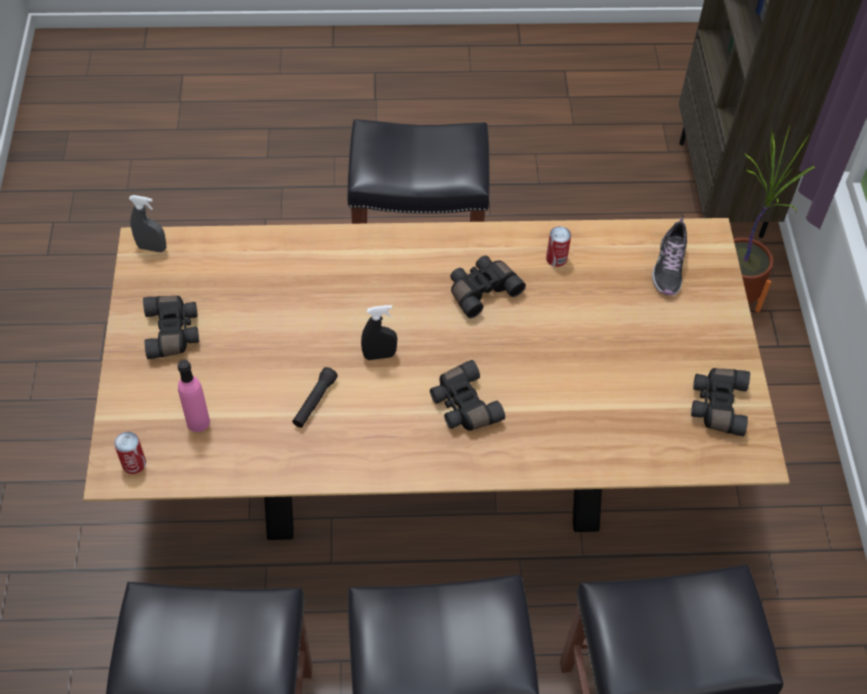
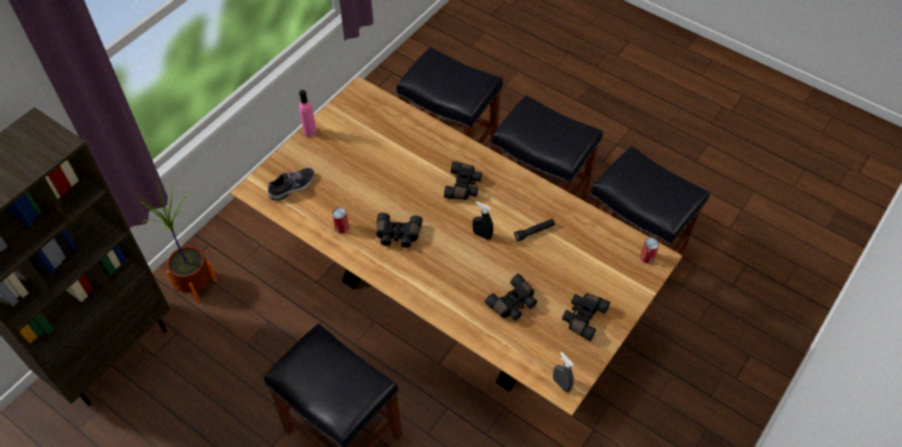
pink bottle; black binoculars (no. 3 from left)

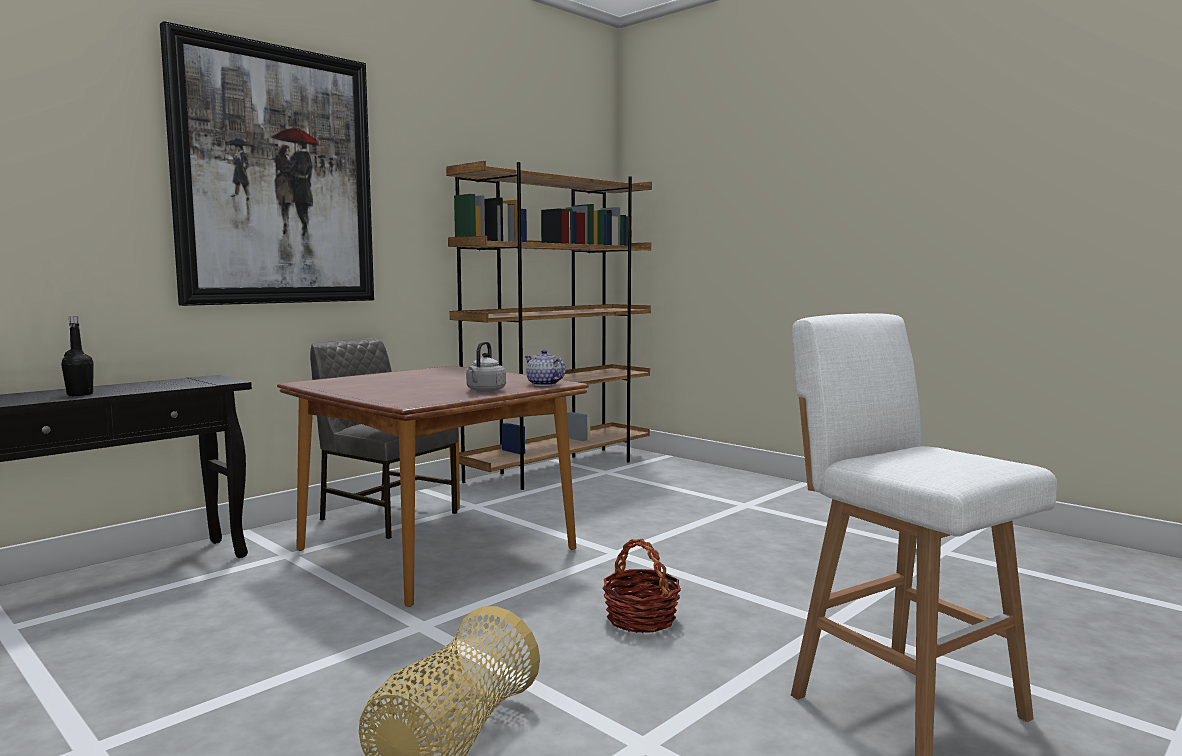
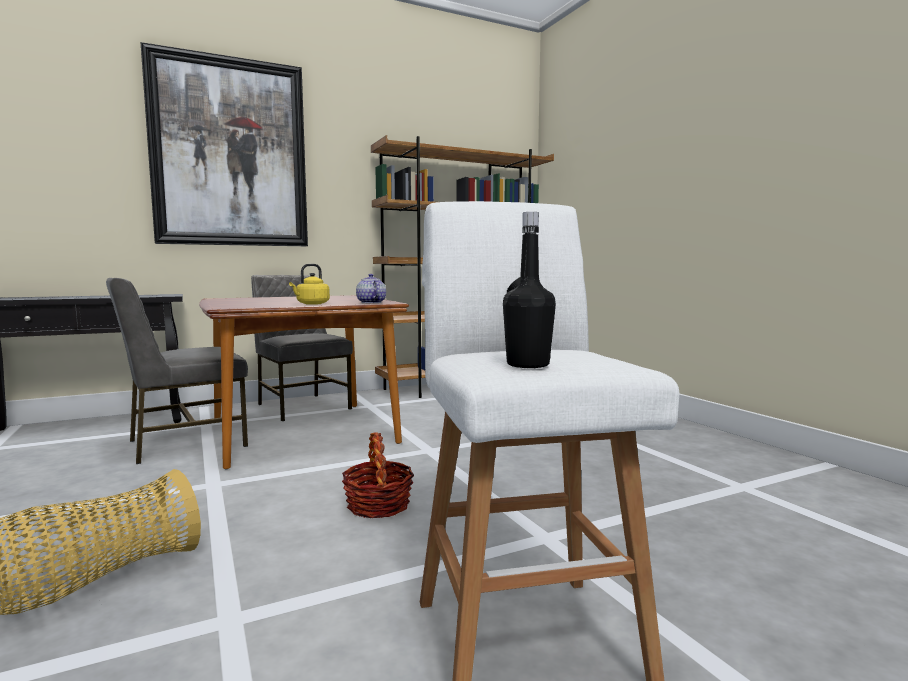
grey chair (no. 1 from left); yellow kettle; black bottle

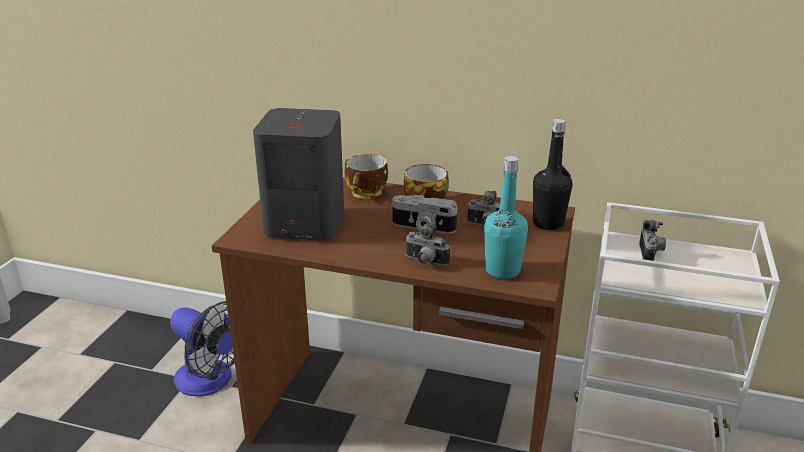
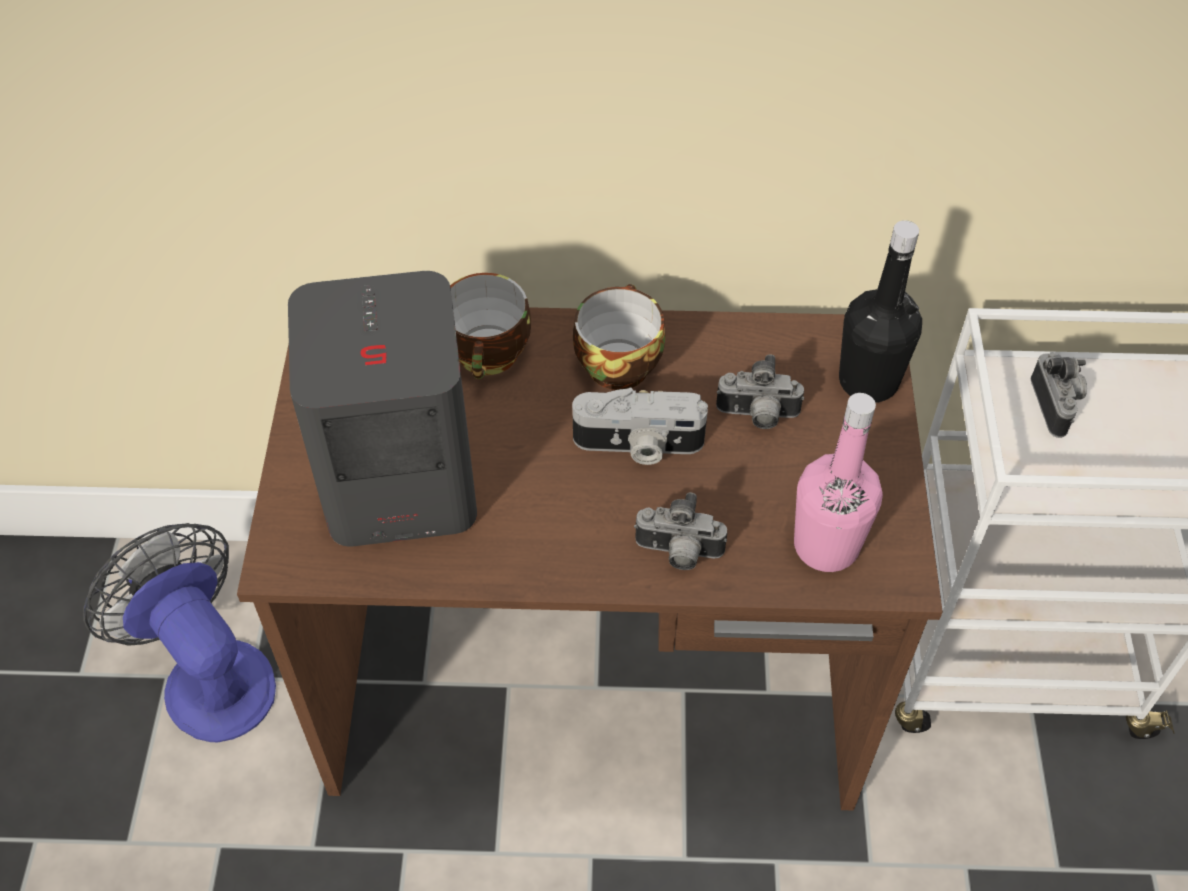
fan; pink bottle

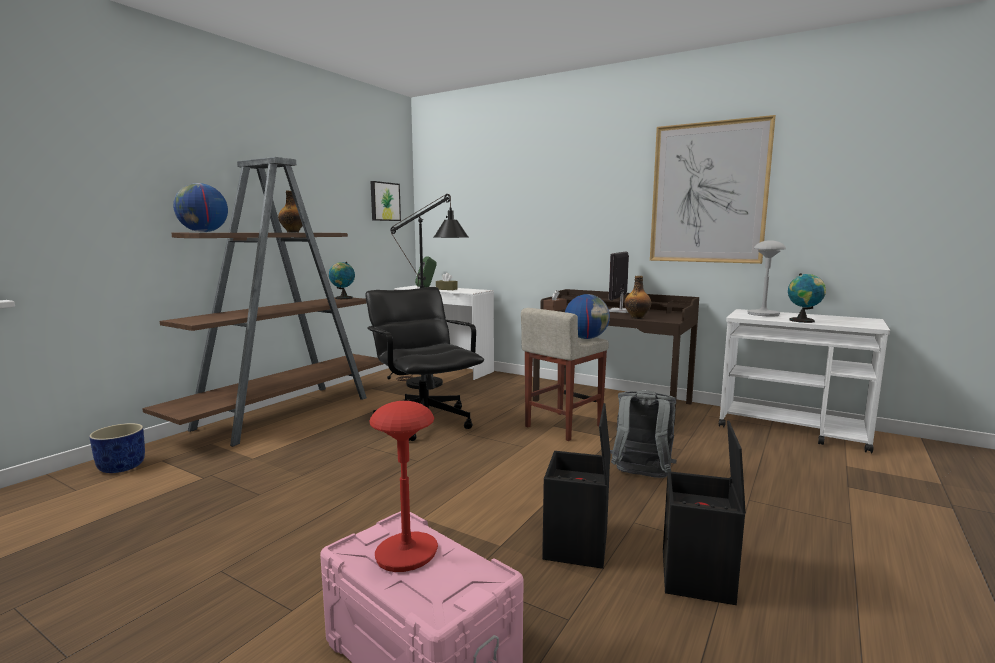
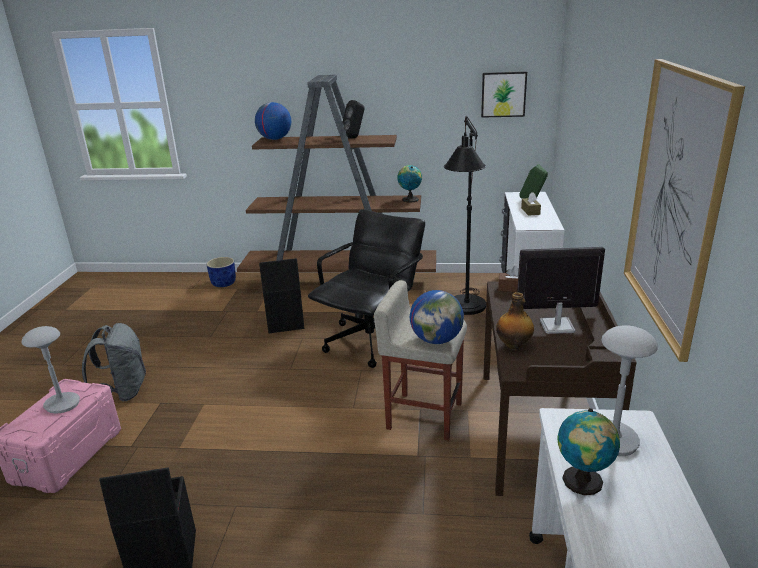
grey table lamp (no. 1 from left); grey backpack; black storage box (no. 2 from left); black speaker

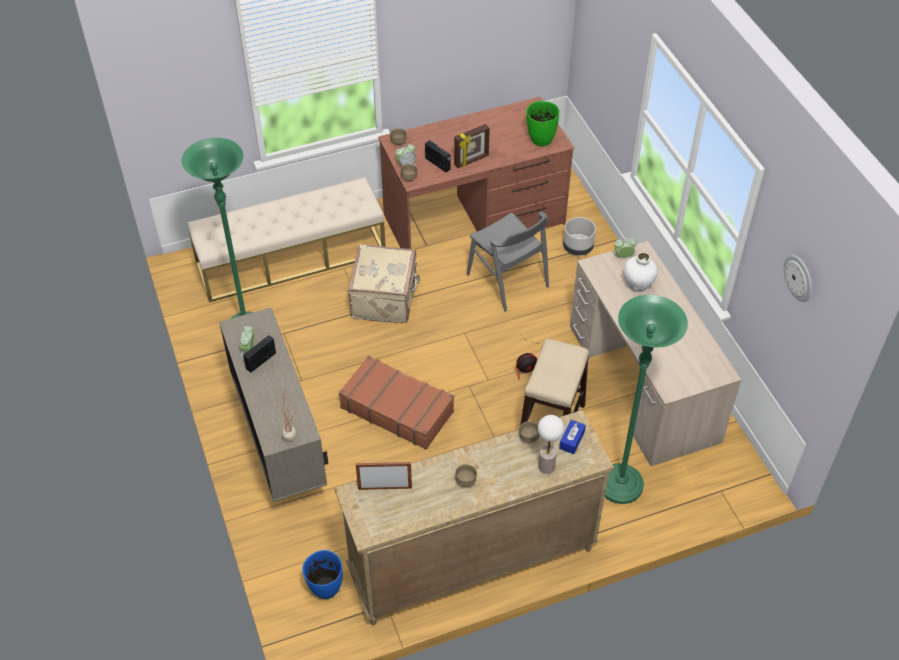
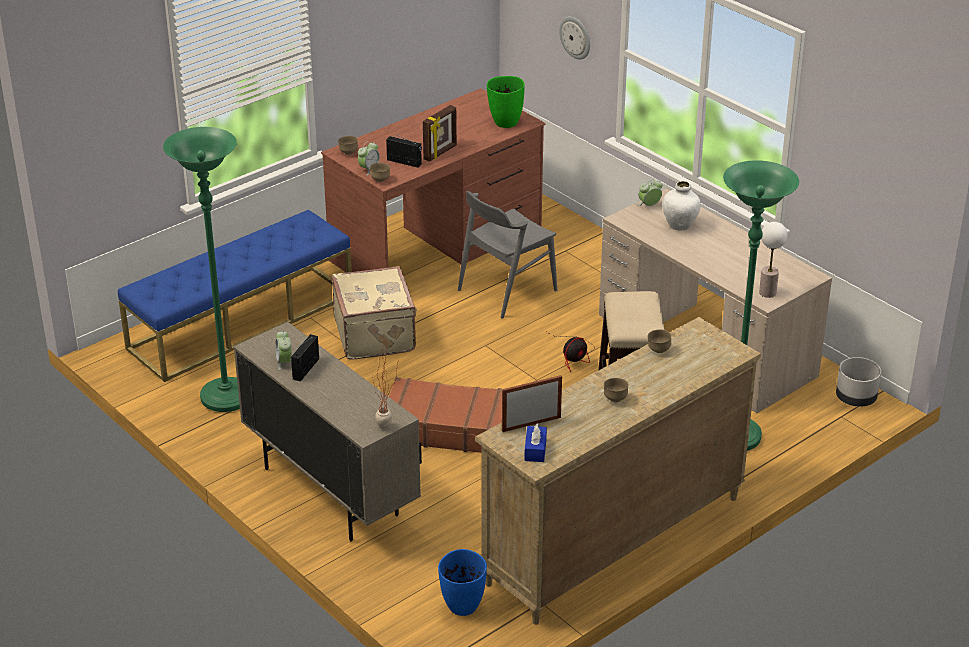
blue bench; grey chair; blue tissue box; wall clock; table lamp; grey planter

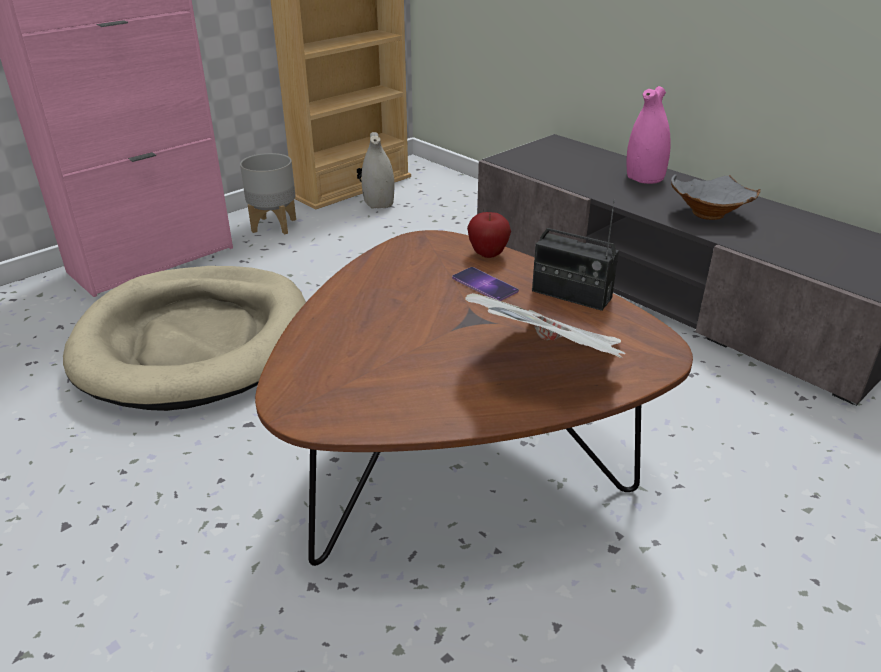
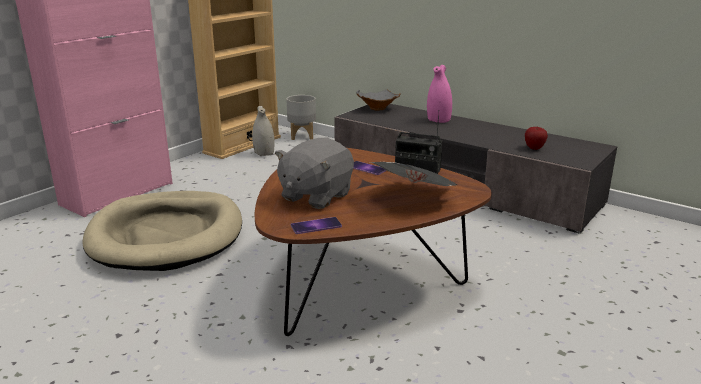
grey plush toy; grey planter; phone (no. 1 from left); grey bowl; apple

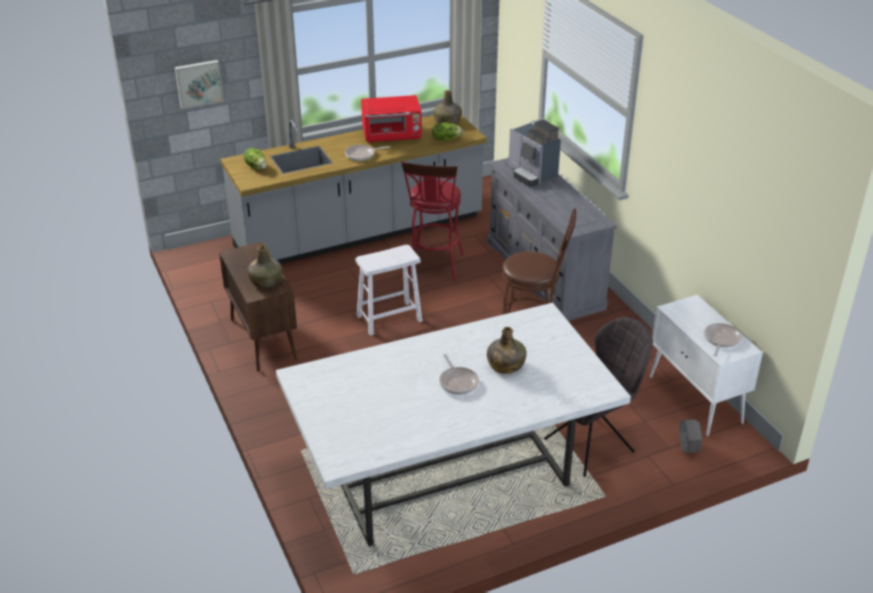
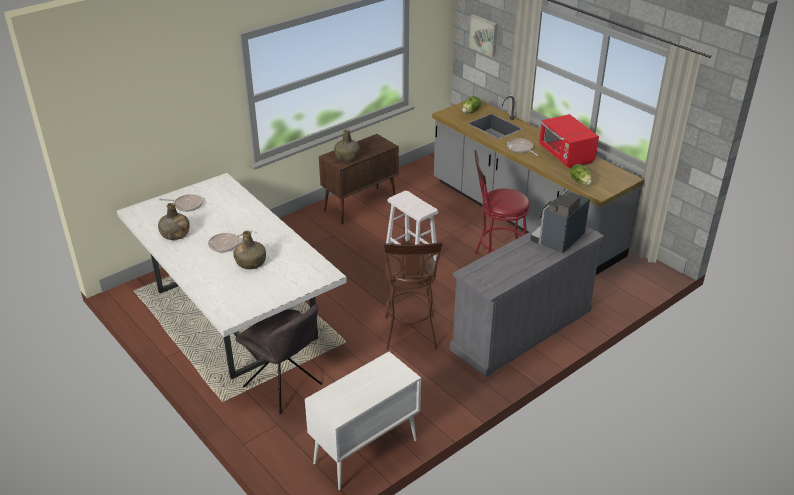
green bottle (no. 1 from left); frying pan (no. 1 from left); grey planter

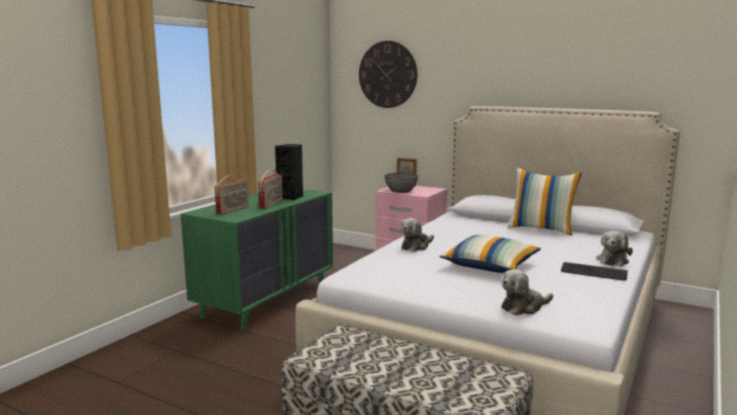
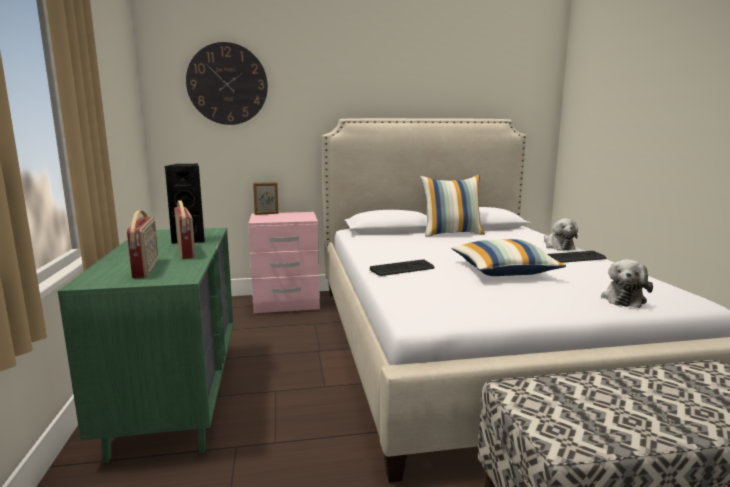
keyboard (no. 1 from left); grey bowl

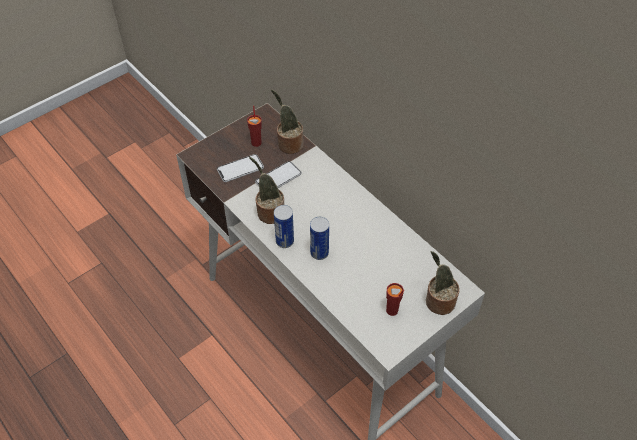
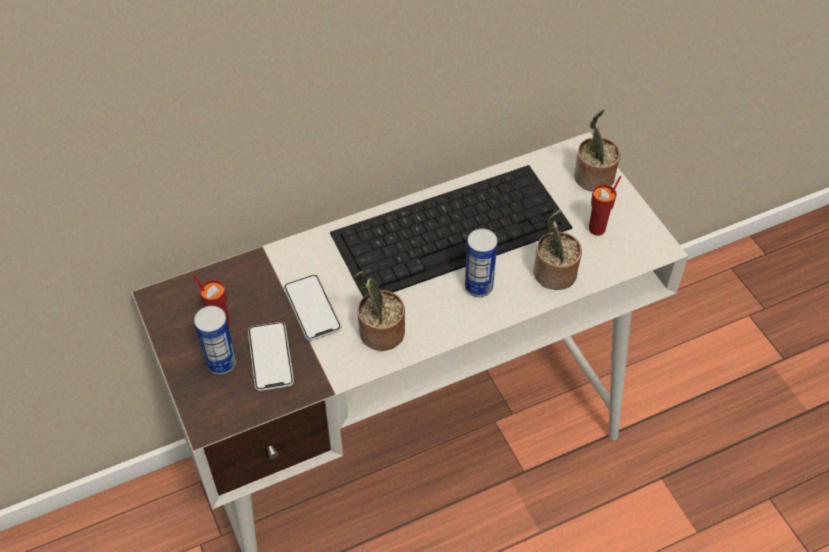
can (no. 1 from left); keyboard; potted plant (no. 2 from left)

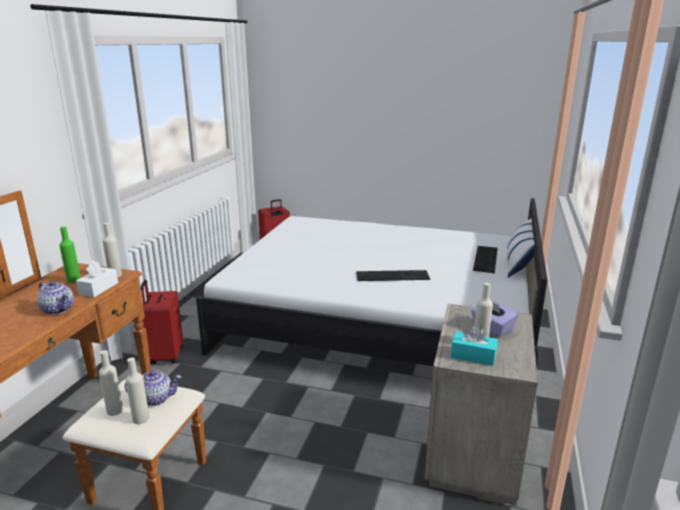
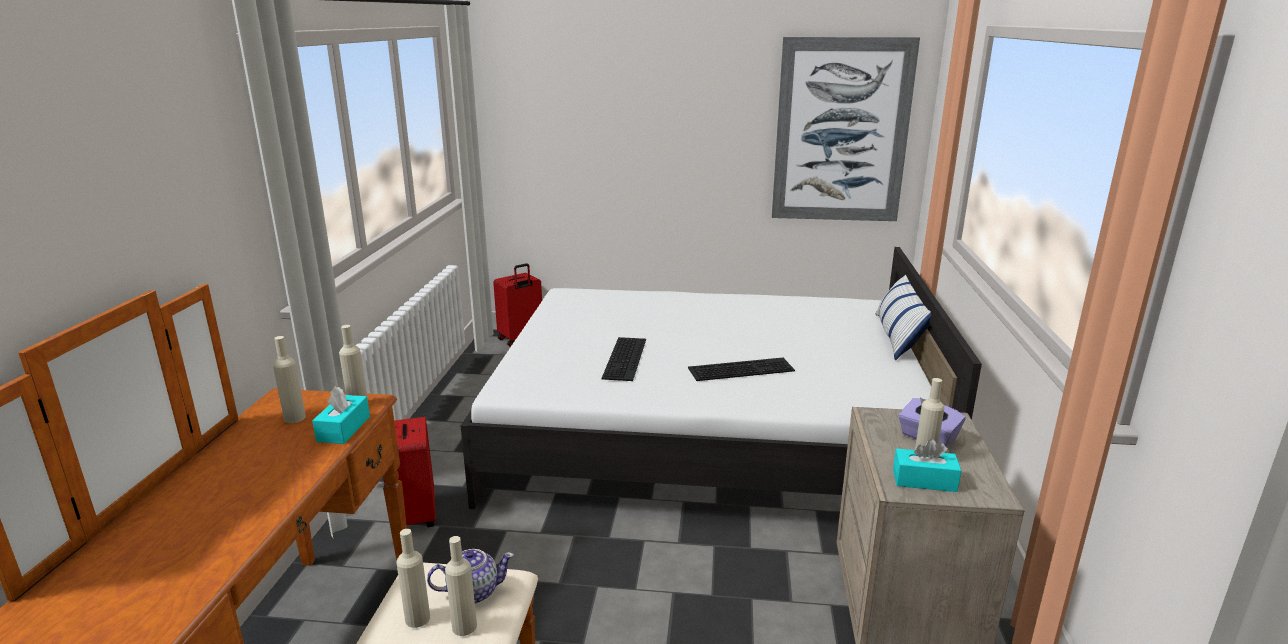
beige bottle (no. 1 from left); turquoise tissue box (no. 1 from left); keyboard (no. 1 from left); picture; teapot (no. 1 from left in the first image)

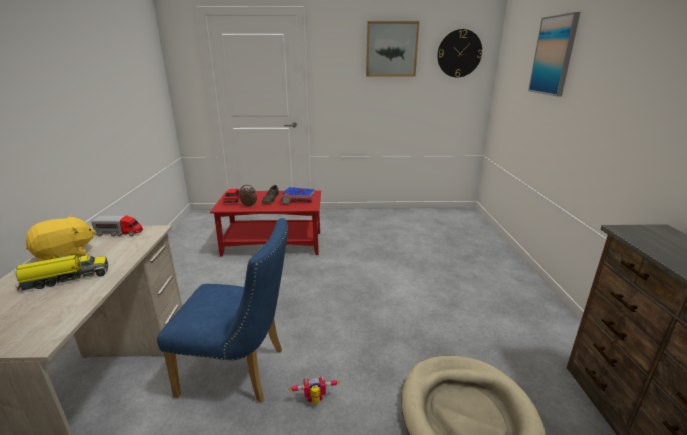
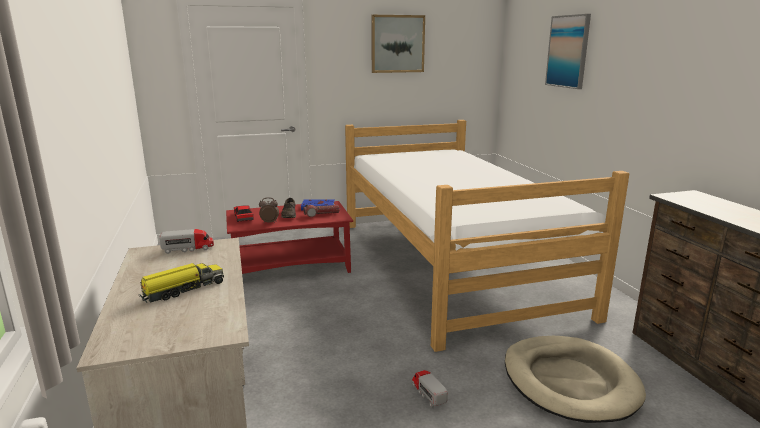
bed; toy truck (no. 3 from left); yellow plush toy; blue chair; wall clock

